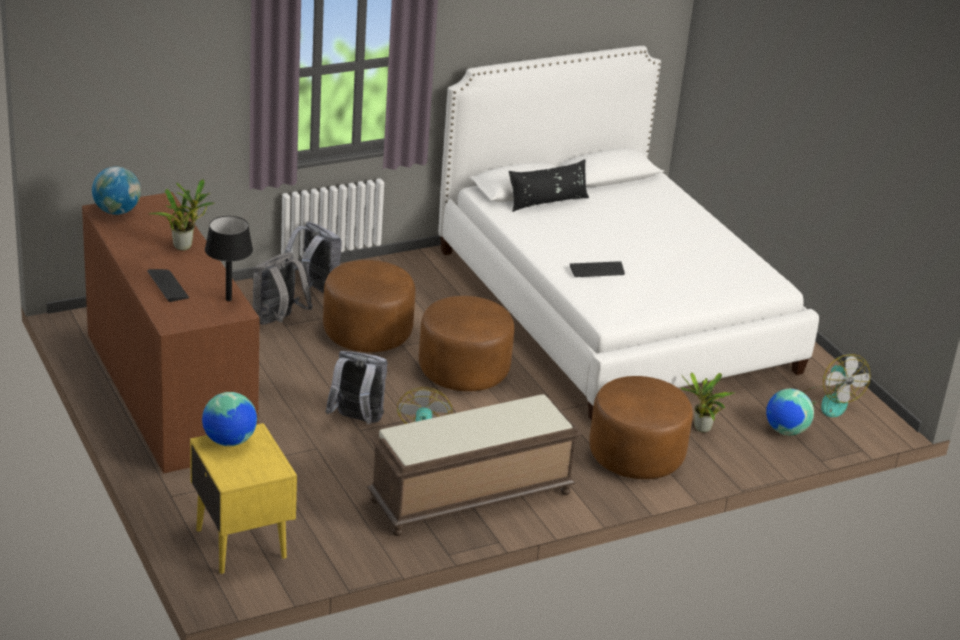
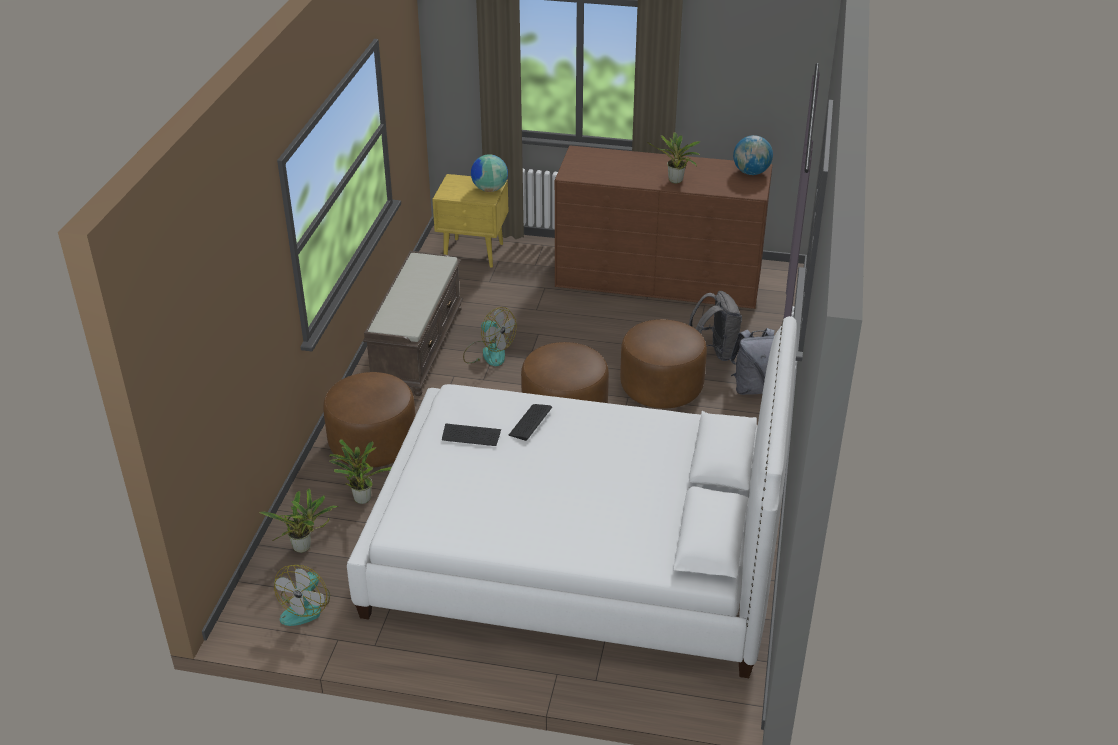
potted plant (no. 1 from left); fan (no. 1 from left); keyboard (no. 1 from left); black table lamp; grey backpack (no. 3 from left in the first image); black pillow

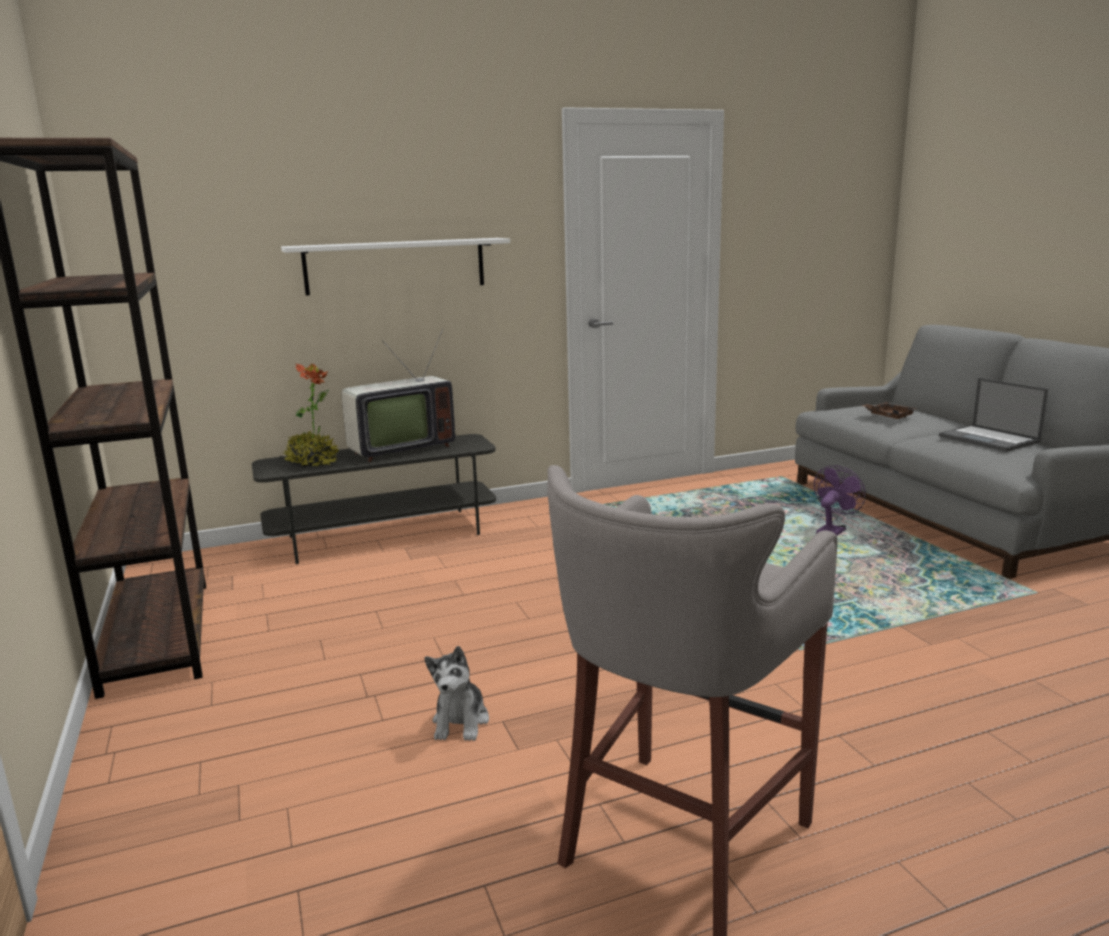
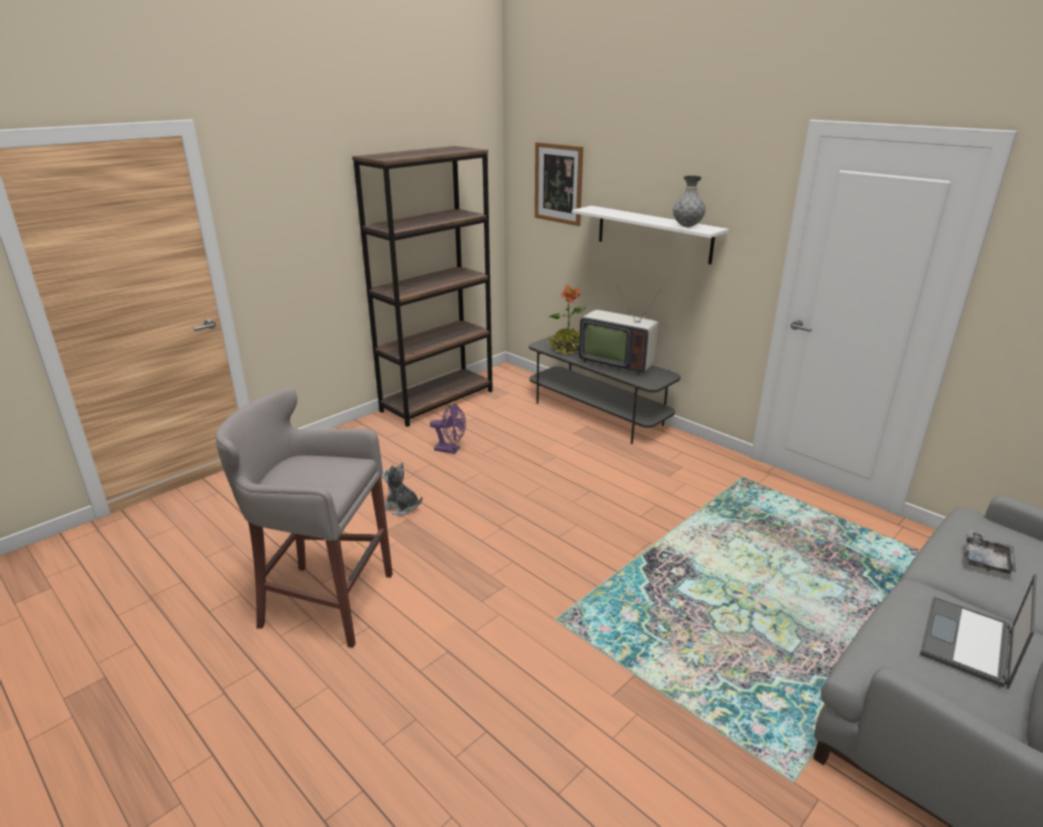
plush toy; purple fan; picture; grey vase; grey tray

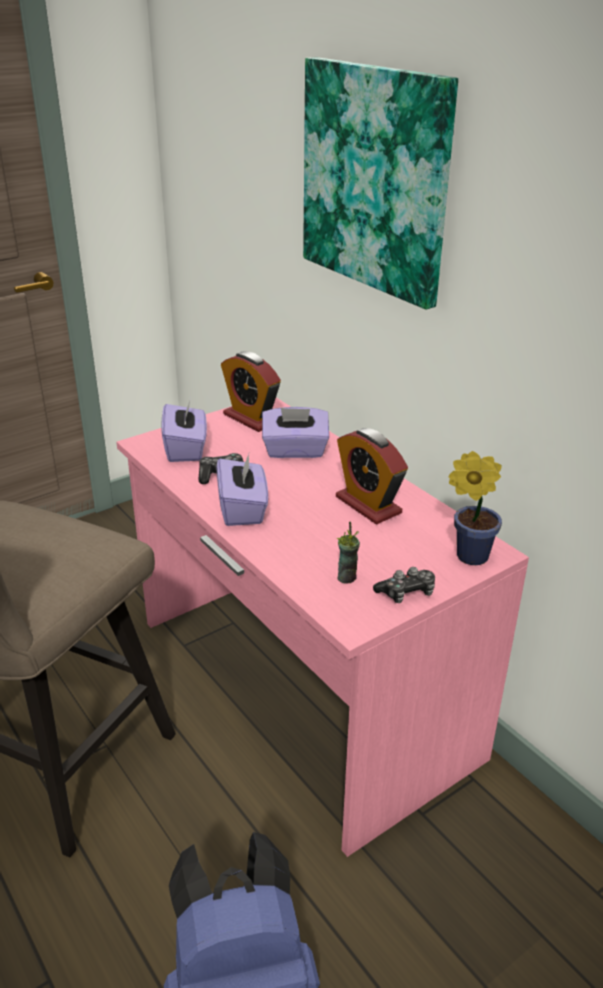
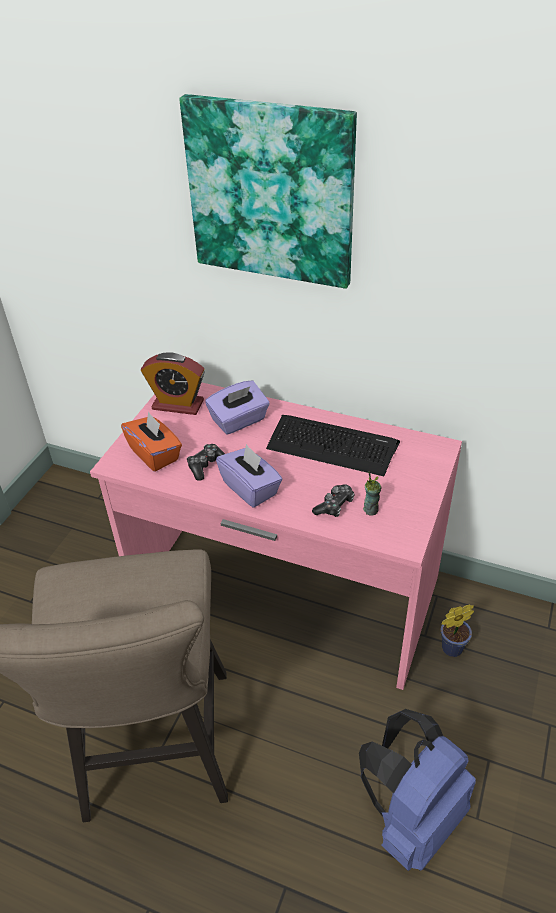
orange tissue box; keyboard; game controller (no. 2 from left); potted plant

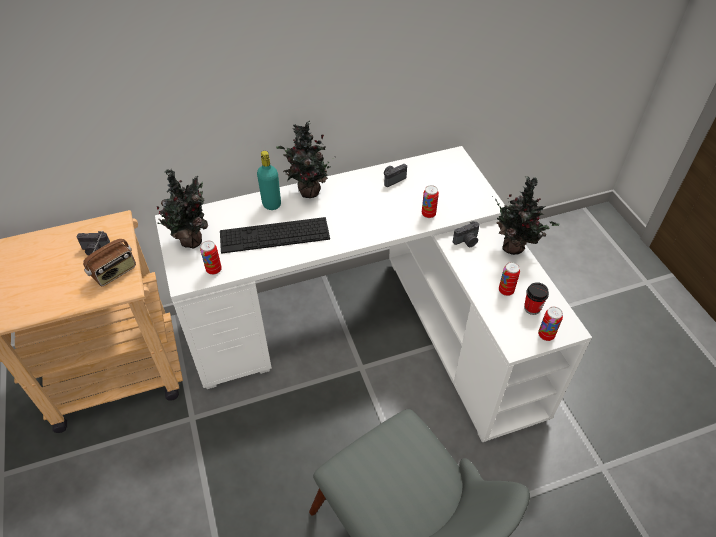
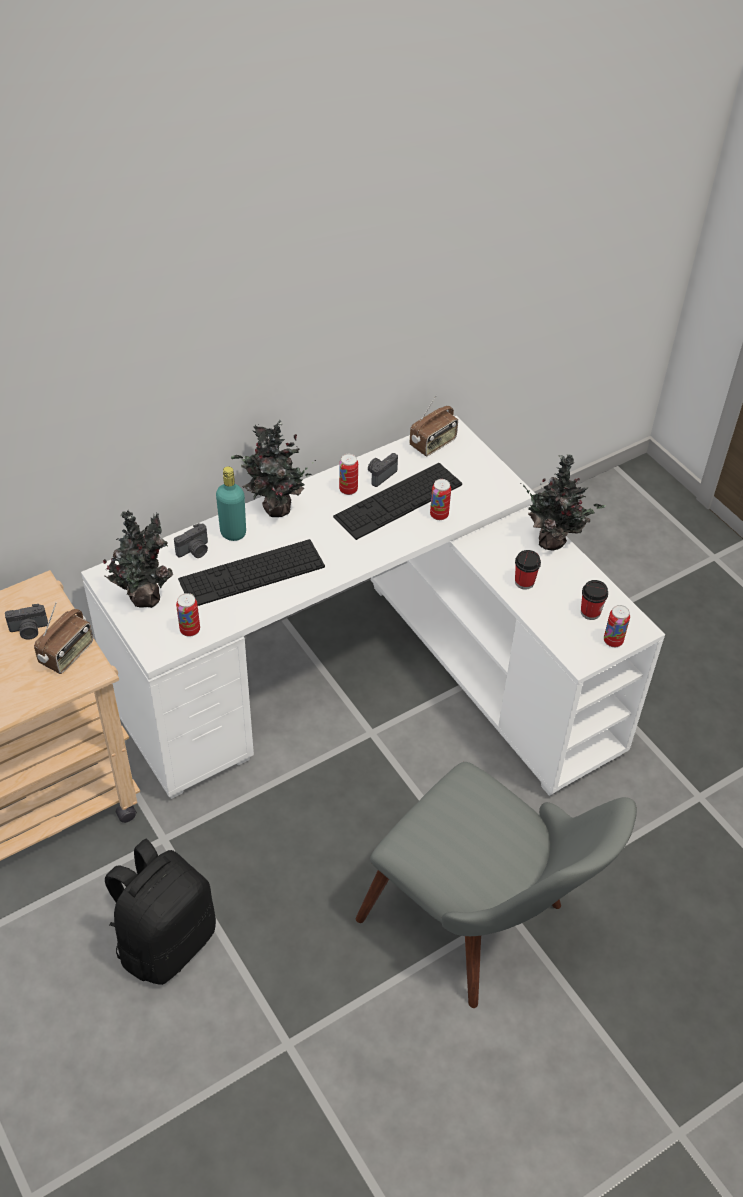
black backpack; photo camera (no. 2 from left); keyboard (no. 2 from left); can (no. 2 from left); radio (no. 2 from left); cup (no. 1 from left)

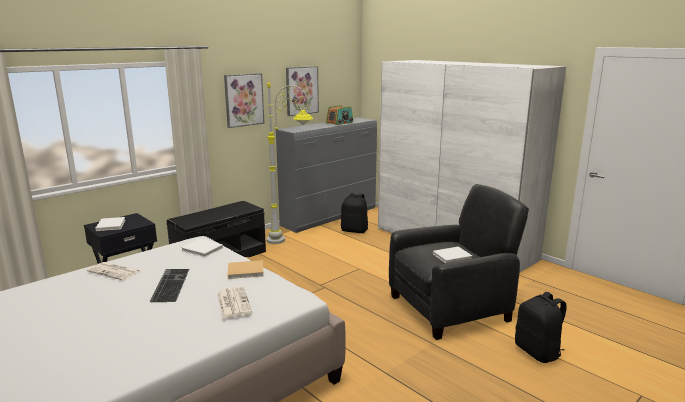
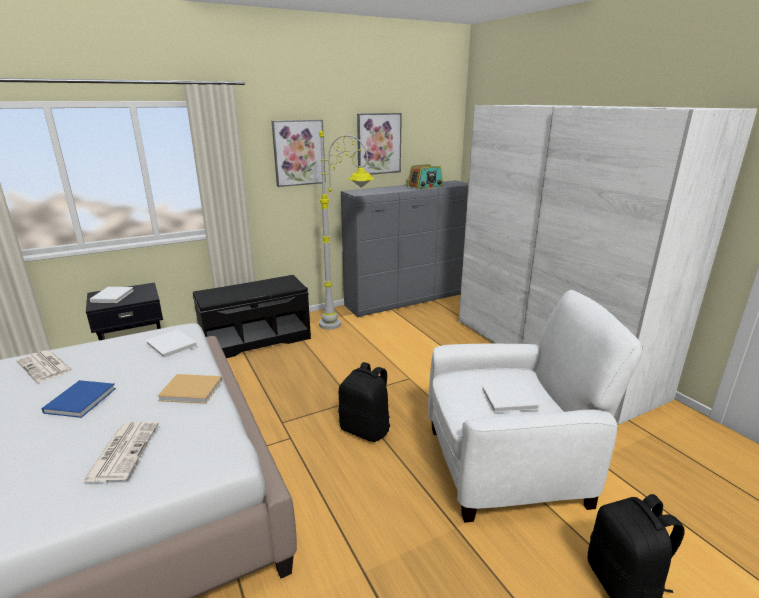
blue book; black backpack (no. 1 from left); white armchair

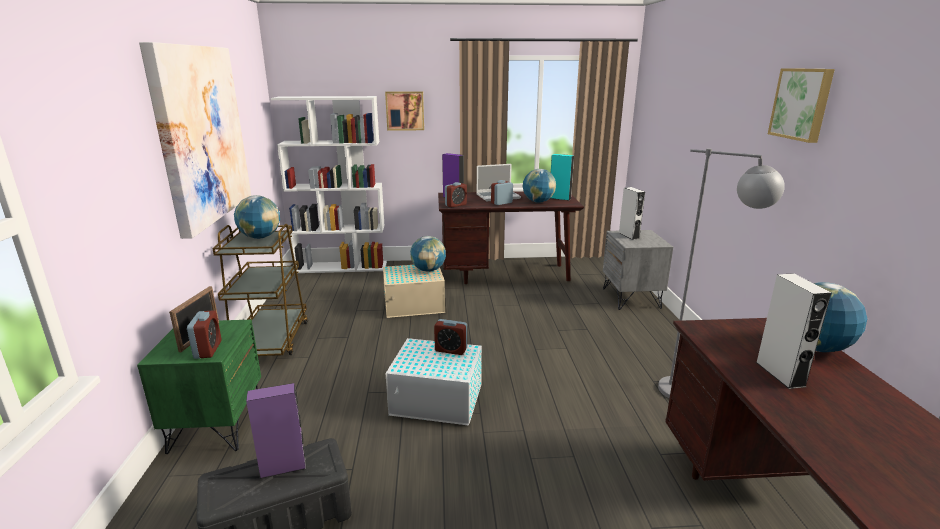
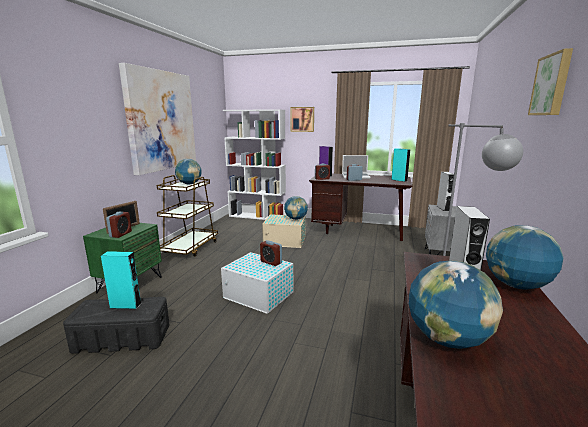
turquoise speaker (no. 1 from left); globe (no. 3 from left)

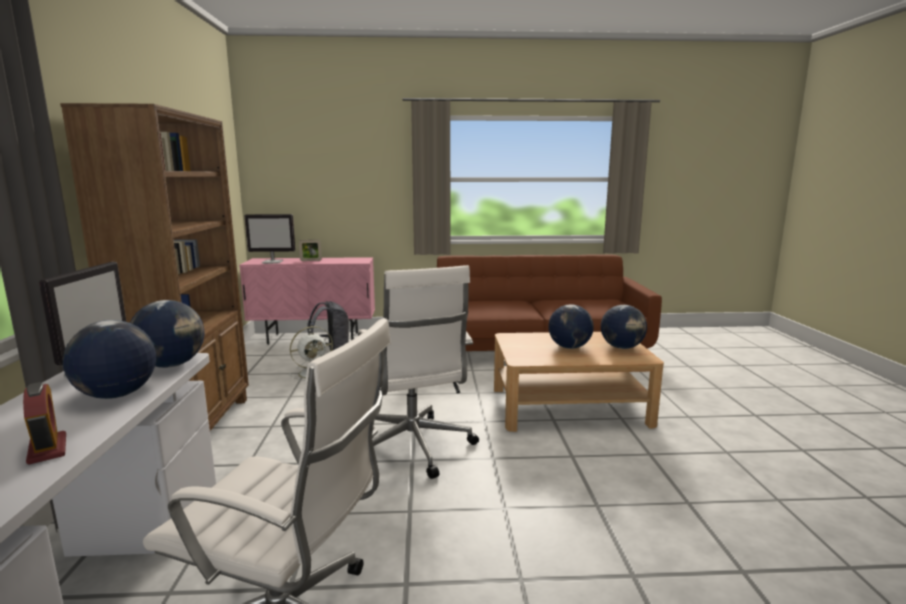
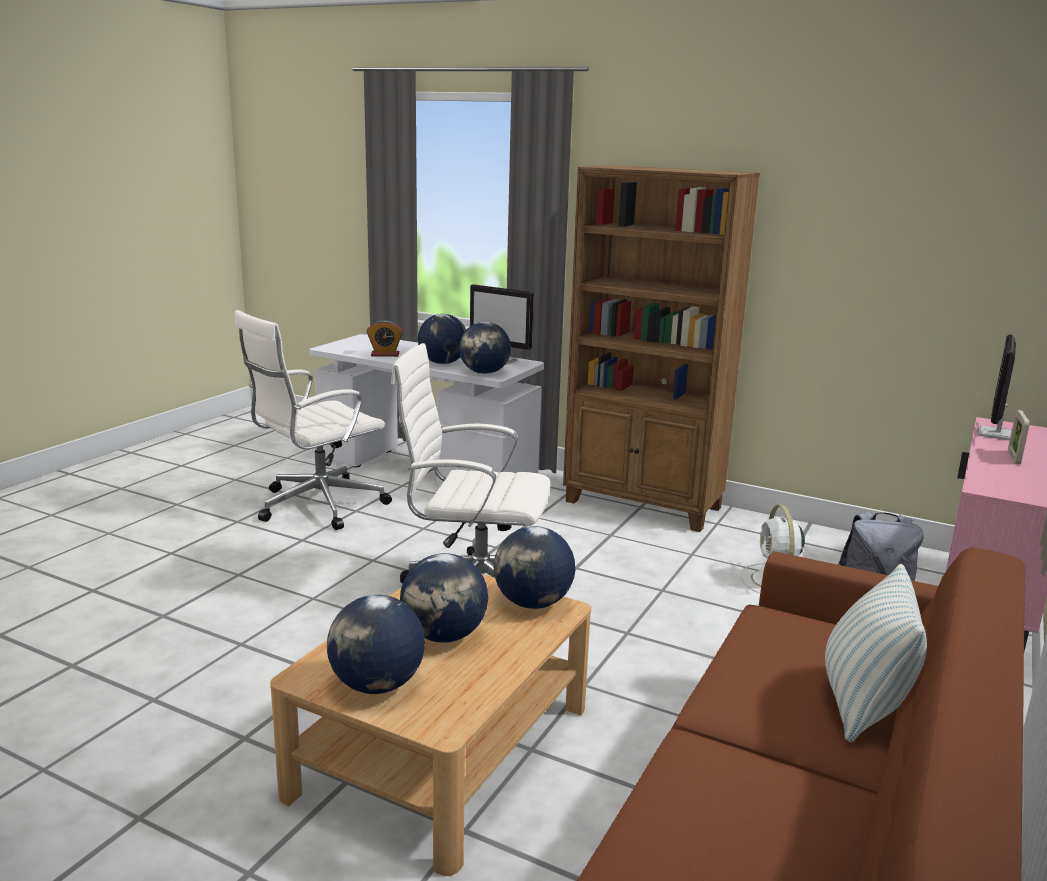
globe (no. 5 from left); pillow

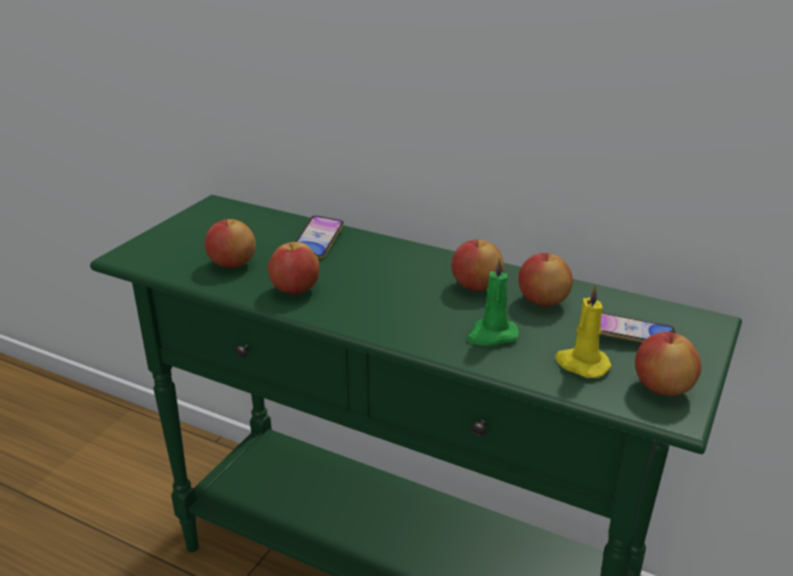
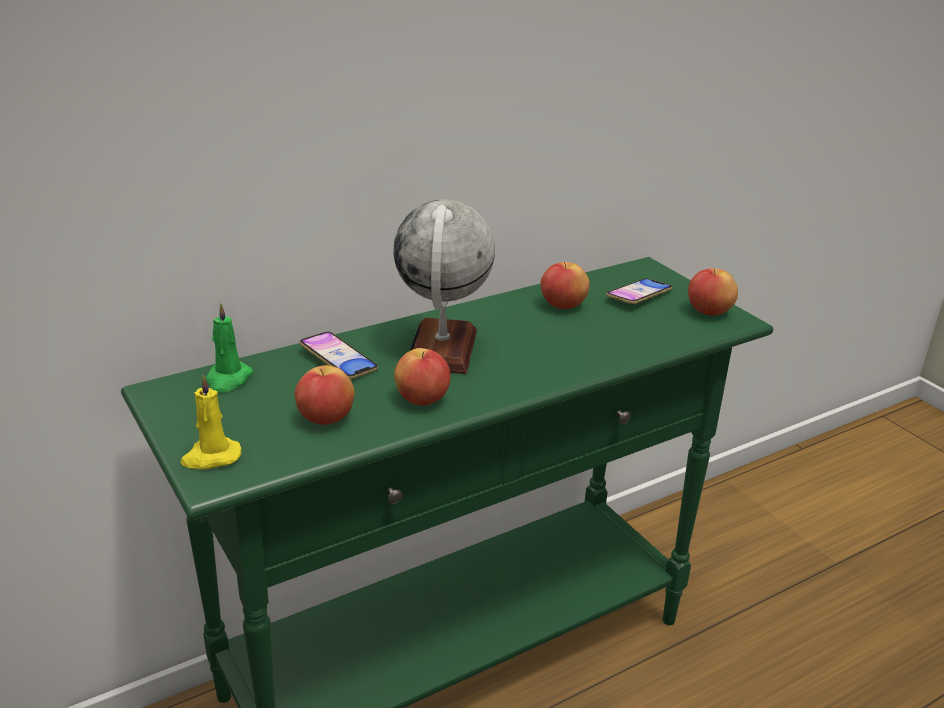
yellow candle; green candle; globe; apple (no. 3 from left in the first image)

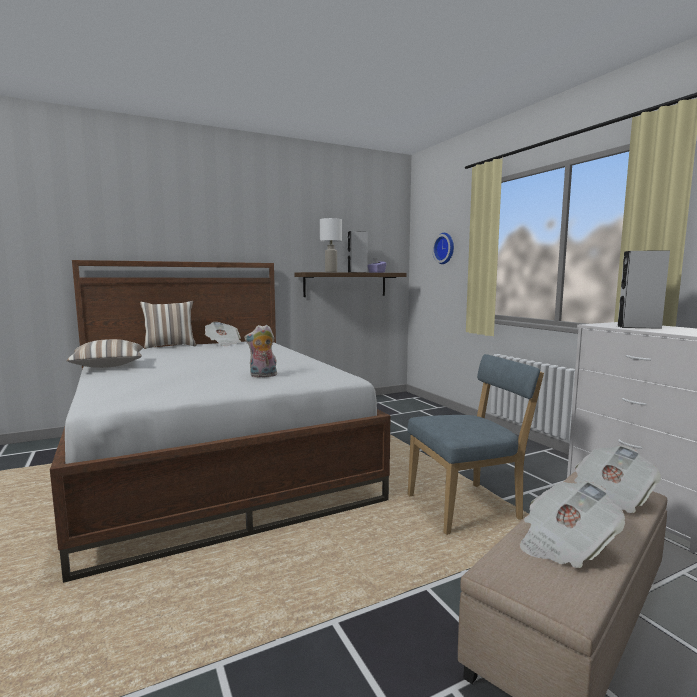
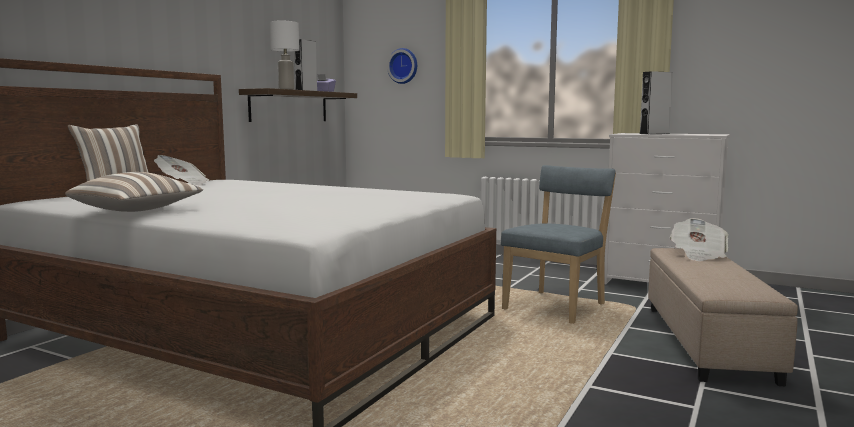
plush toy; newspaper (no. 2 from left in the first image)

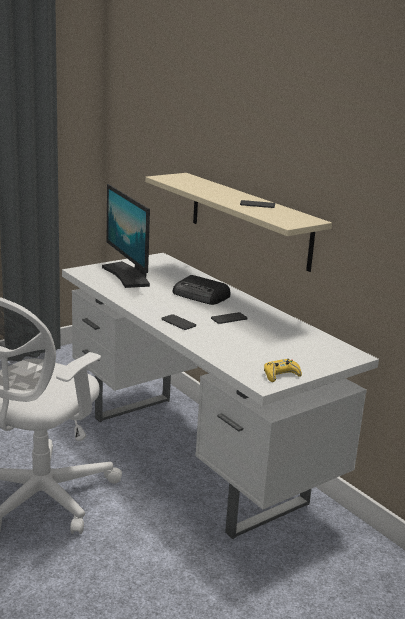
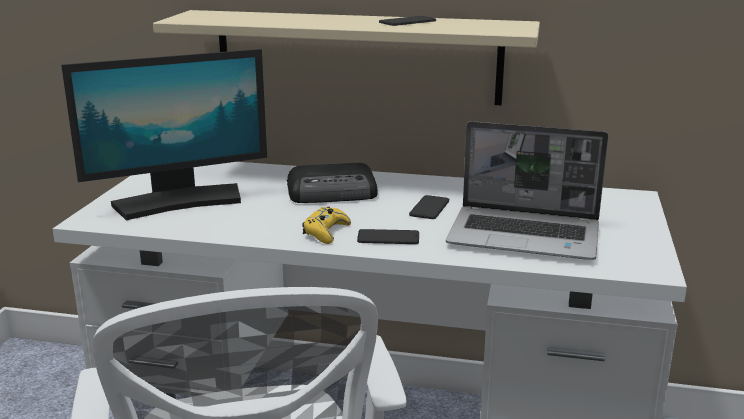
monitor; yellow game controller; laptop

